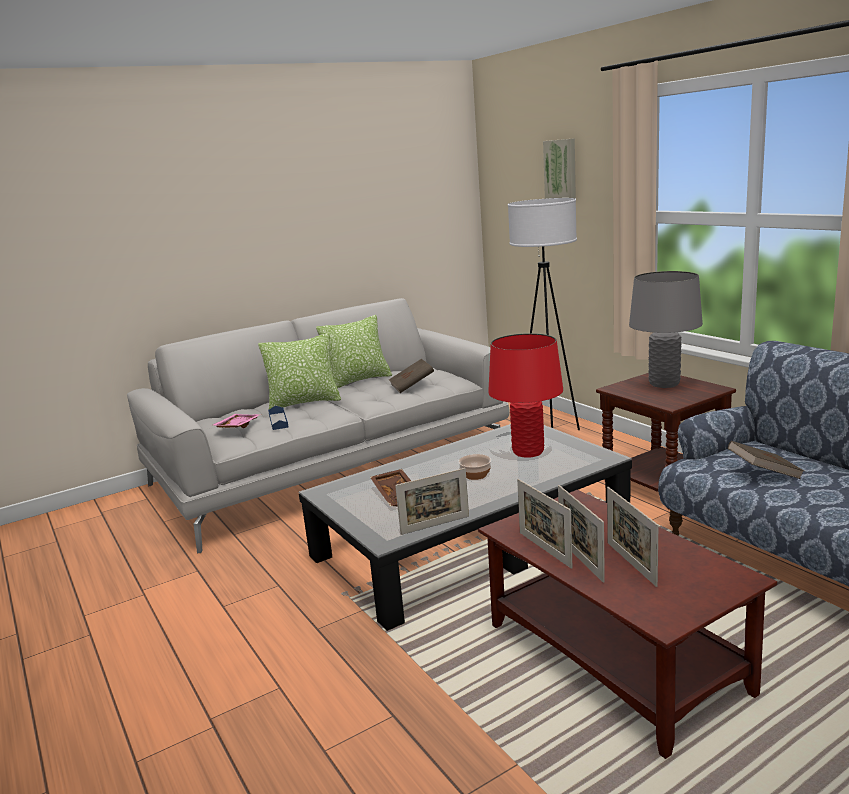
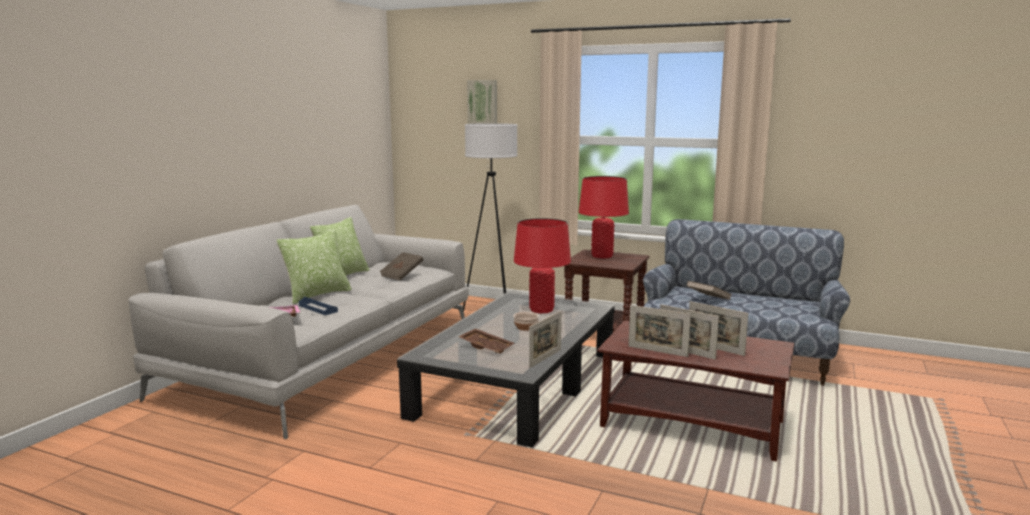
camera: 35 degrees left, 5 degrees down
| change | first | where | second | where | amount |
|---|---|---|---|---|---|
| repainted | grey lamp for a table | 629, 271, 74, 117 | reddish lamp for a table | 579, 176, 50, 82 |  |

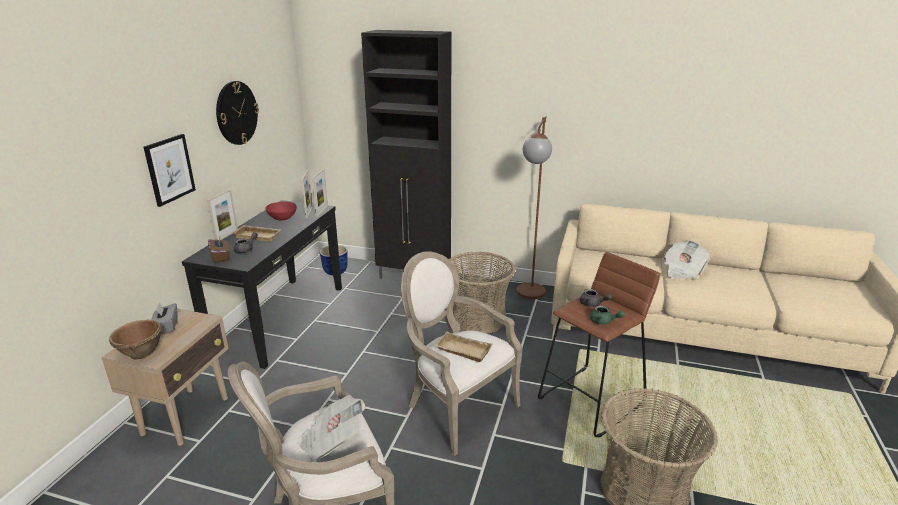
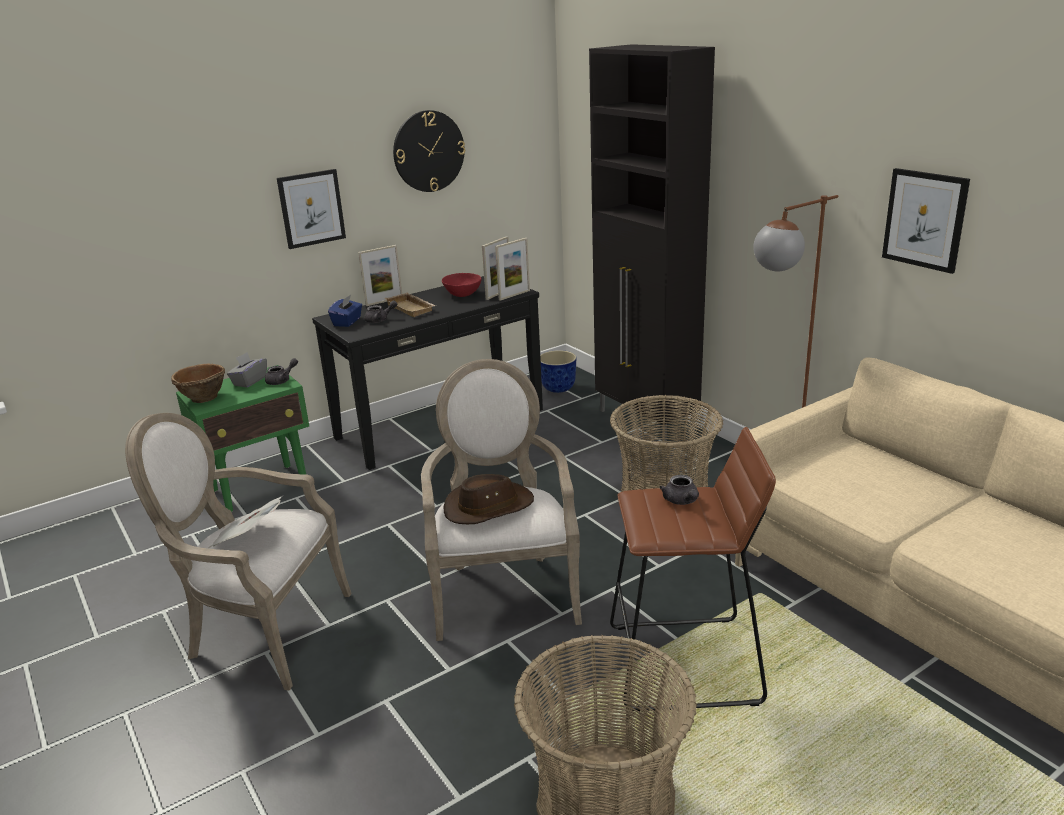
camera: 40 degrees right, 0 degrees up
| change | first | where | second | where | amount |
|---|---|---|---|---|---|
| repainted | brown-coloured tissue holder | 208, 238, 22, 25 | bluish tissue holder | 328, 295, 34, 32 |  |
| gone | printed paper | 664, 240, 47, 39 |  |  |  |
| gone | green tea pot | 590, 305, 35, 20 |  |  |  |
| repainted | beige-coloured end table | 102, 309, 127, 137 | green end table | 176, 365, 133, 147 |  |
| swapped | beige-coloured tray | 434, 332, 58, 30 | brown-coloured wearable hat | 444, 474, 90, 50 |  |
| new |  |  | wall picture | 882, 168, 88, 106 |  |
| new |  |  | grey tea pot | 265, 358, 33, 27 |  |

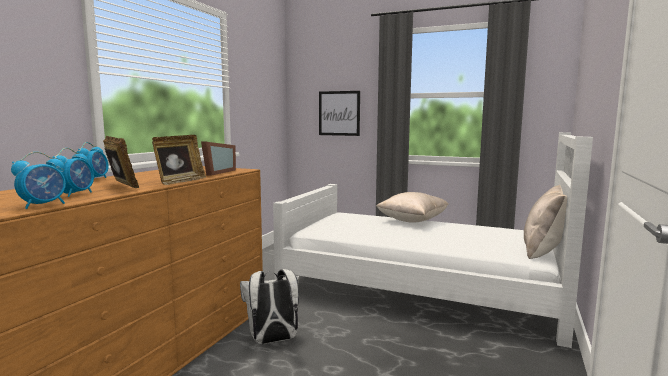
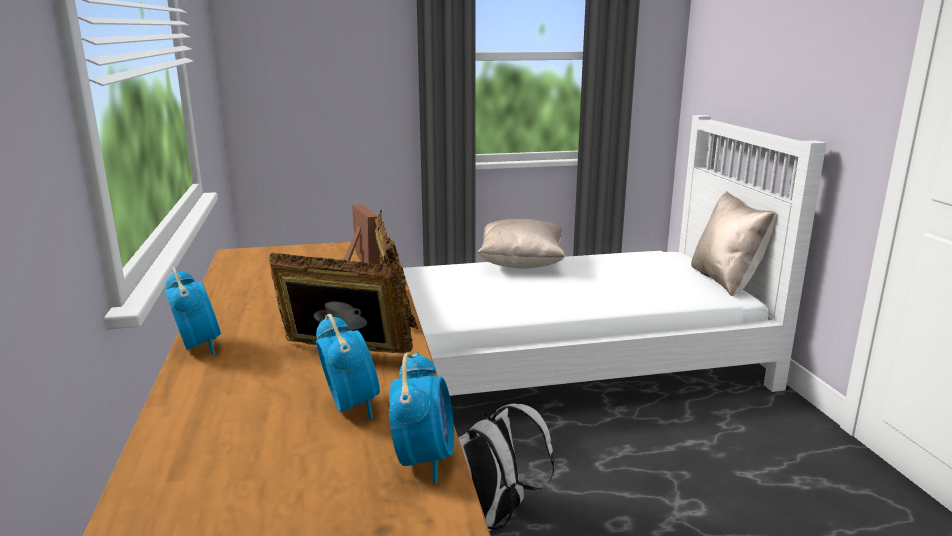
camera: 35 degrees left, 10 degrees up
| change | first | where | second | where | amount |
|---|---|---|---|---|---|
| gone | wall picture | 319, 91, 41, 45 |  |  |  |

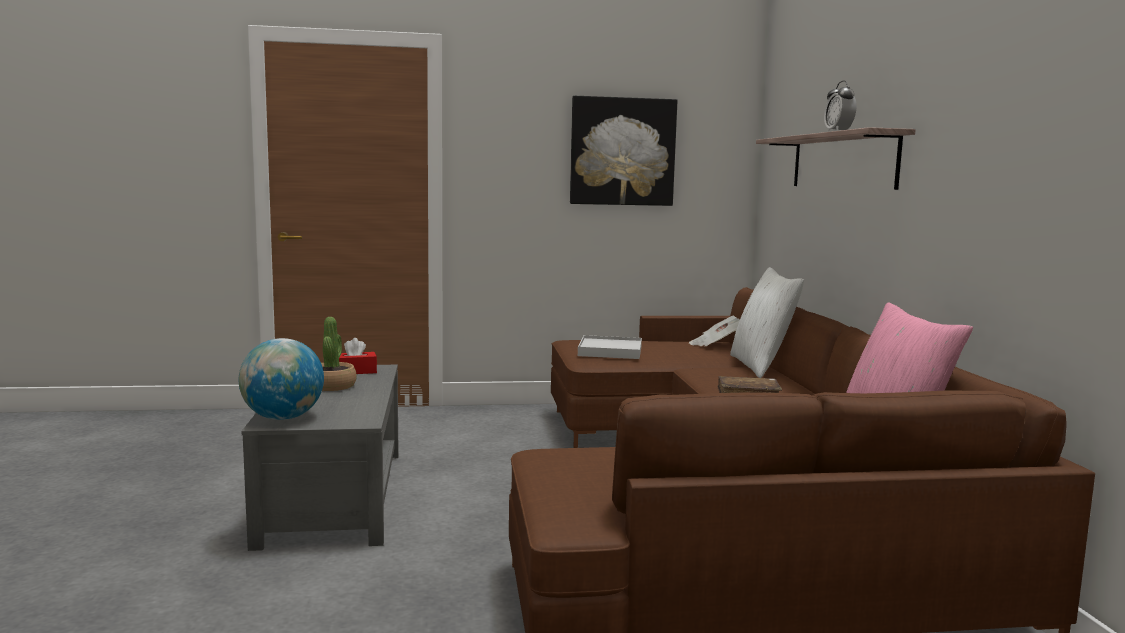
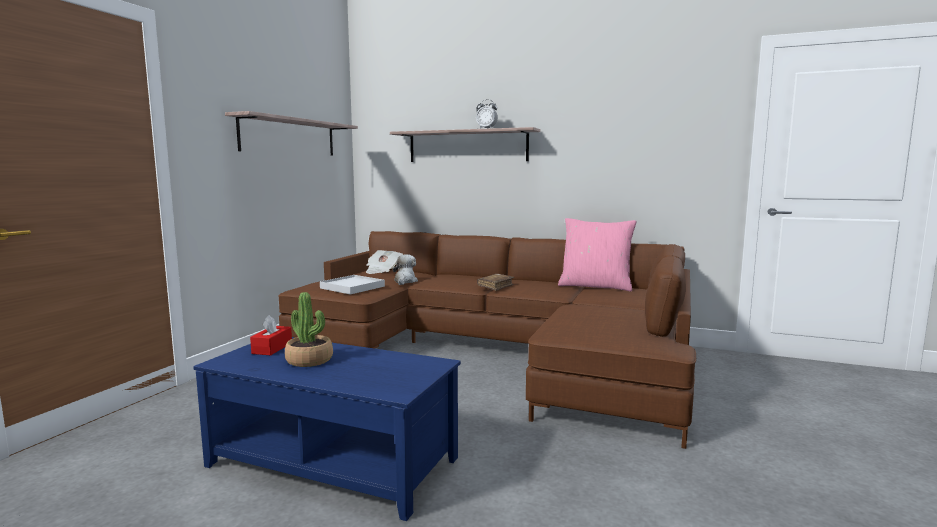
camera: 60 degrees left, 0 degrees up
| change | first | where | second | where | amount |
|---|---|---|---|---|---|
| swapped | wall picture | 570, 96, 107, 110 | wall shelf | 225, 111, 133, 45 |  |
| gone | whitish throw pillow | 730, 267, 74, 111 |  |  |  |
| gone | globe | 239, 338, 85, 82 |  |  |  |
| repainted | grey lounge table | 241, 365, 158, 186 | bluish lounge table | 193, 337, 268, 184 |  |
| new |  |  | cuddly toy | 392, 254, 26, 31 |  |

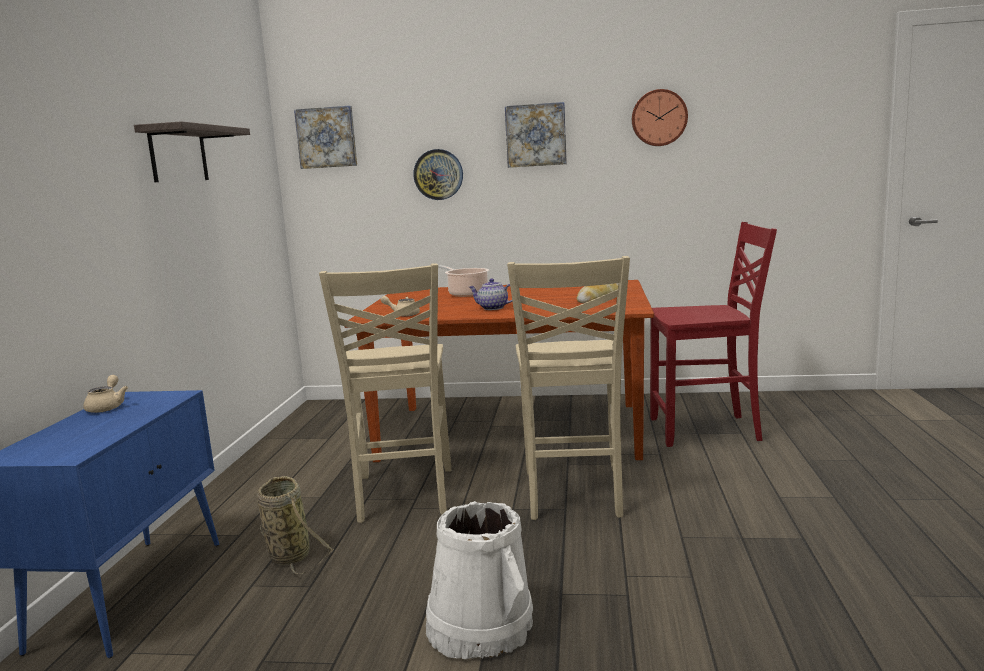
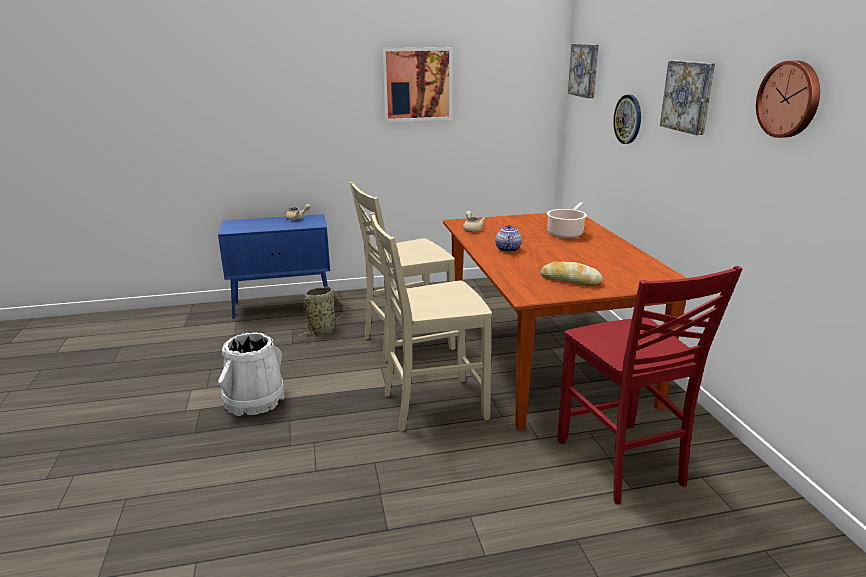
camera: 70 degrees right, 10 degrees up
| change | first | where | second | where | amount |
|---|---|---|---|---|---|
| swapped | wall shelf | 134, 121, 116, 61 | wall picture | 382, 47, 71, 75 |  |

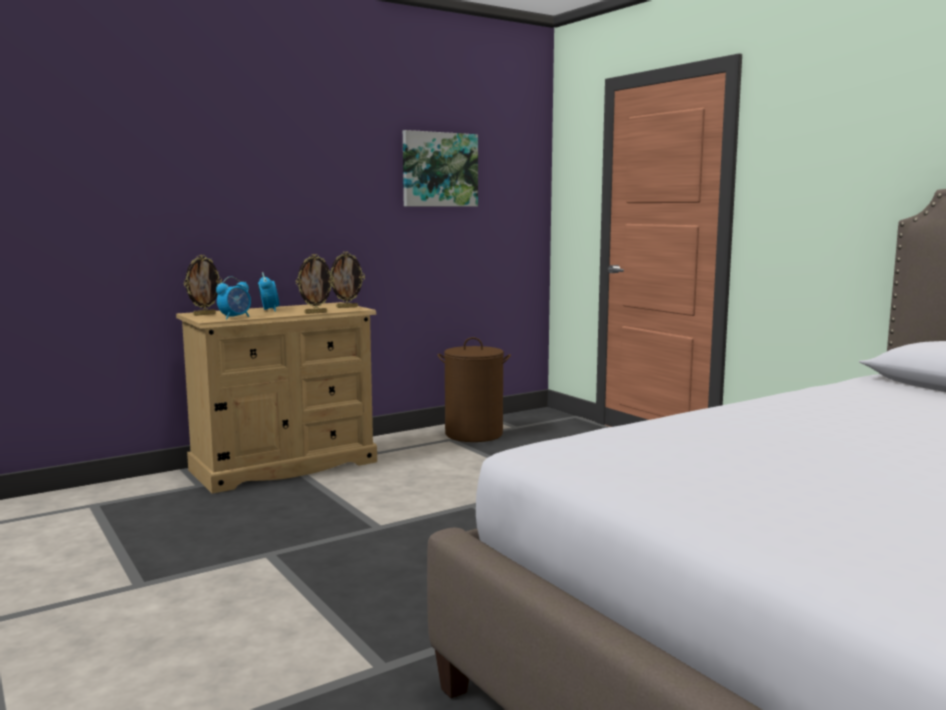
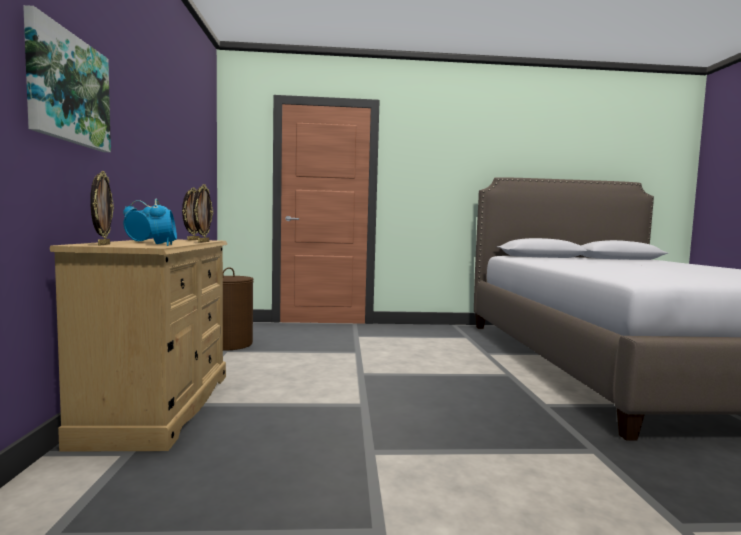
camera: 60 degrees left, 5 degrees down
| change | first | where | second | where | amount |
|---|---|---|---|---|---|
| shifted | wall picture | 403, 130, 75, 76 |  | 23, 5, 88, 147 |  |

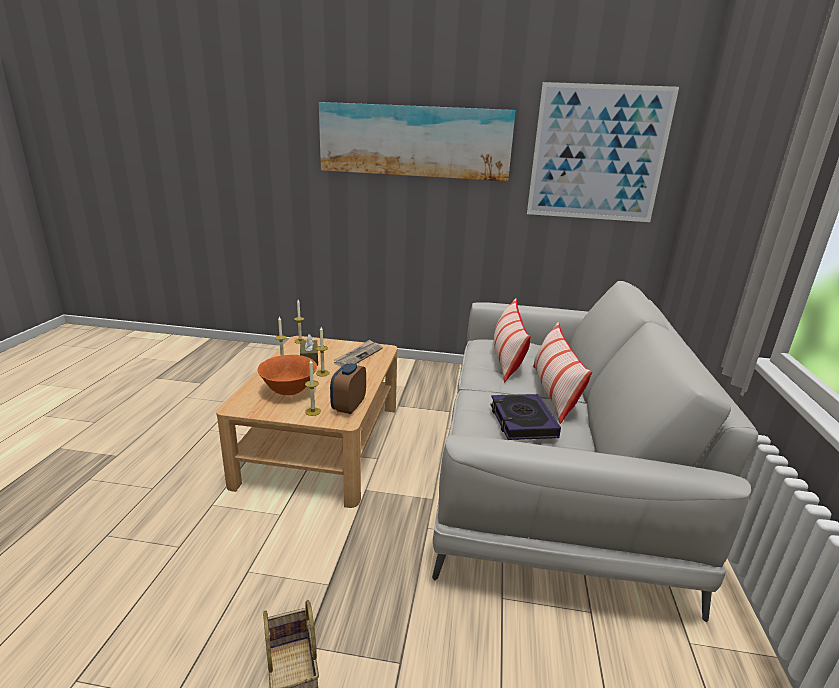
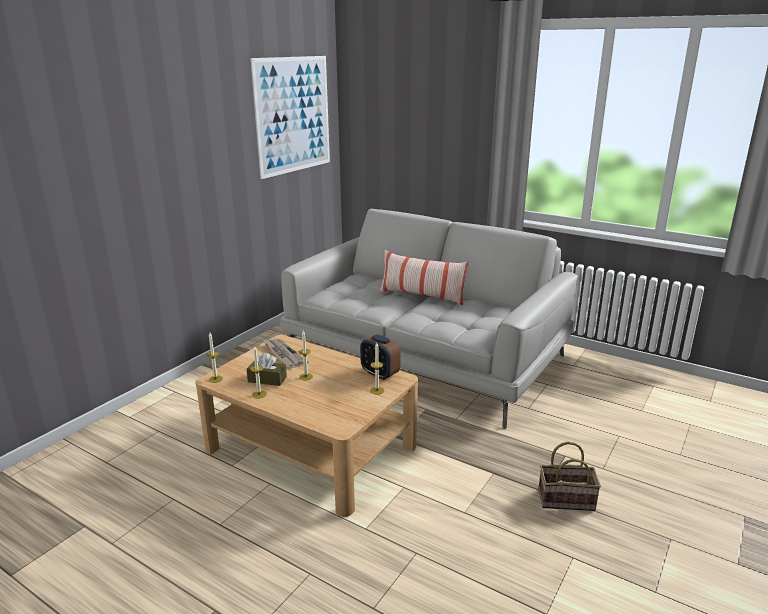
camera: 65 degrees left, 0 degrees up
| change | first | where | second | where | amount |
|---|---|---|---|---|---|
| gone | wall picture | 319, 102, 196, 79 |  |  |  |
| gone | throw pillow | 494, 299, 37, 83 |  |  |  |
| gone | orange-coloured serving bowl | 258, 355, 59, 40 |  |  |  |
| gone | volume | 490, 394, 71, 46 |  |  |  |

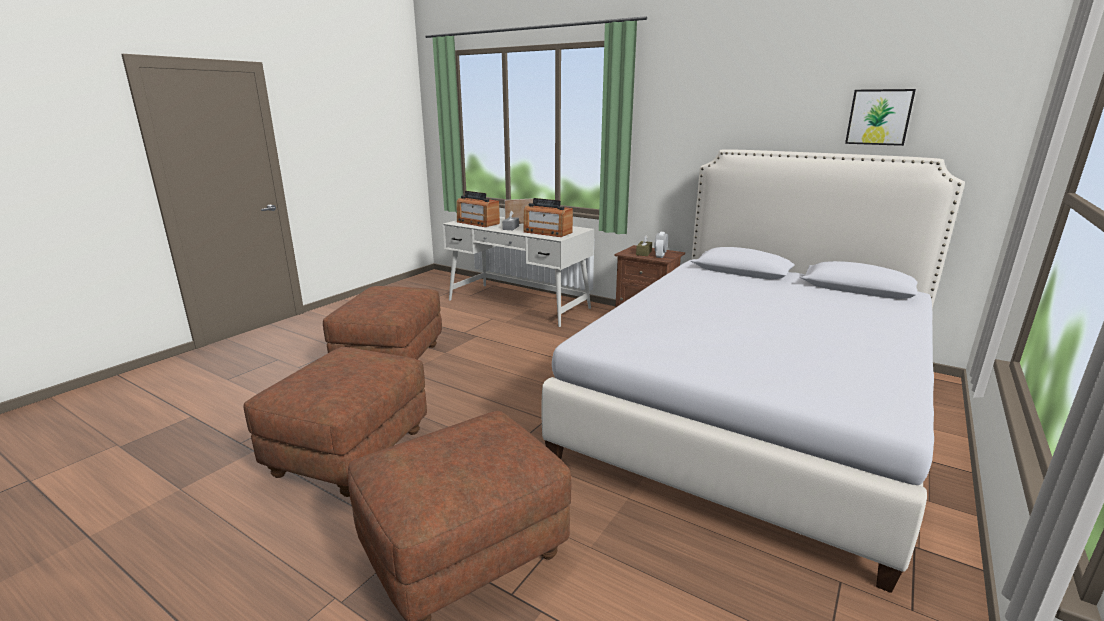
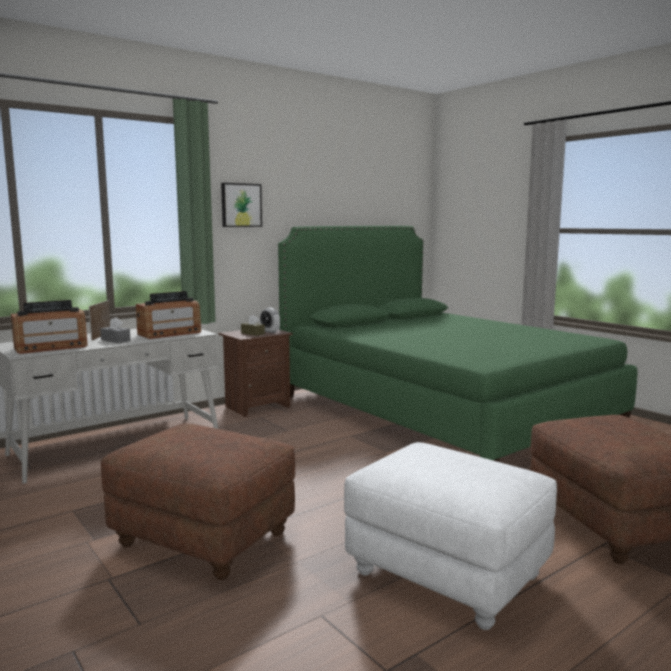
camera: 70 degrees left, 10 degrees down
| change | first | where | second | where | amount |
|---|---|---|---|---|---|
| shifted | wall picture | 845, 89, 71, 57 |  | 221, 183, 41, 44 |  |
| repainted | whitish bedroom bed | 542, 149, 423, 444 | green bedroom bed | 278, 226, 359, 236 |  |
| repainted | brown-coloured ottoman | 243, 347, 184, 150 | whitish ottoman | 344, 442, 213, 188 |  |

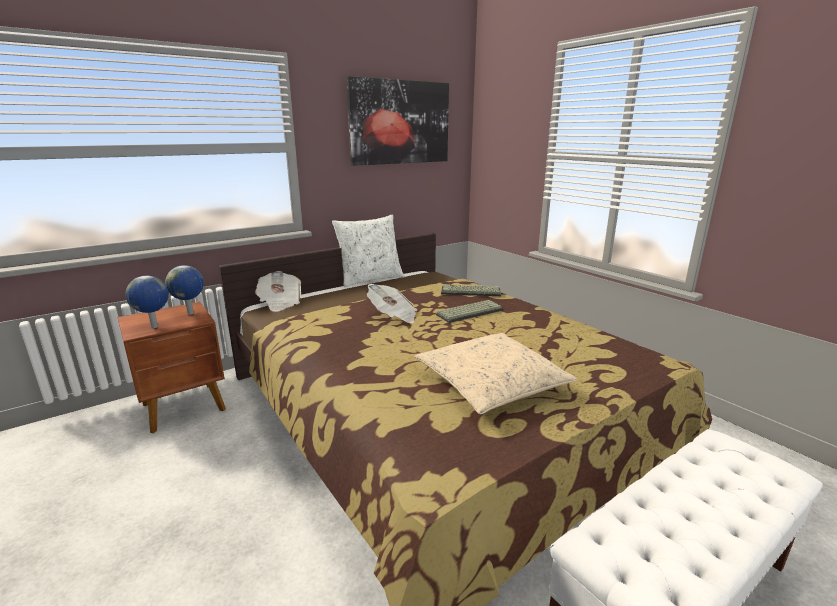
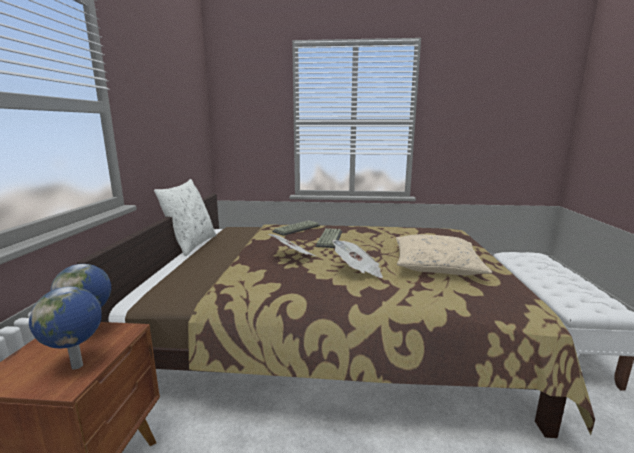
camera: 50 degrees left, 5 degrees down
| change | first | where | second | where | amount |
|---|---|---|---|---|---|
| gone | wall picture | 346, 76, 103, 90 |  |  |  |
| shifted | printed paper | 255, 271, 46, 41 |  | 332, 240, 51, 38 |  |

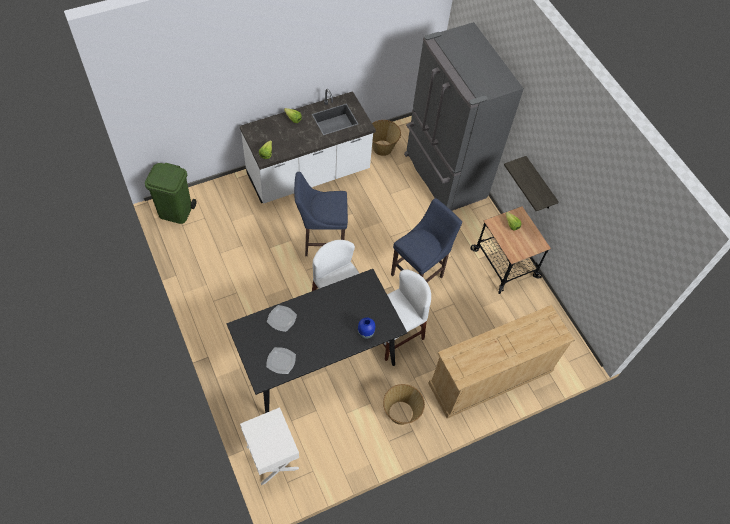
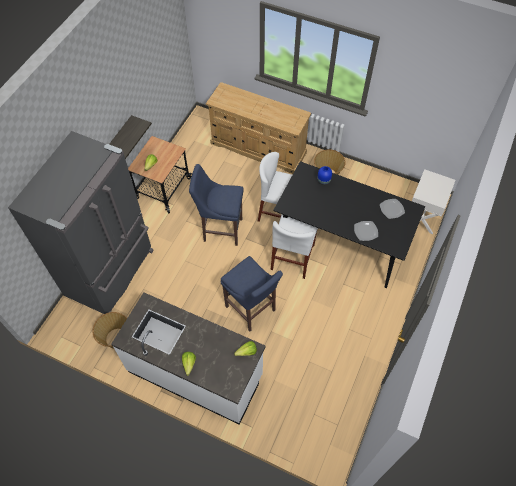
camera: 125 degrees left, 0 degrees up
| change | first | where | second | where | amount |
|---|---|---|---|---|---|
| gone | green trash can | 145, 163, 51, 61 |  |  |  |

